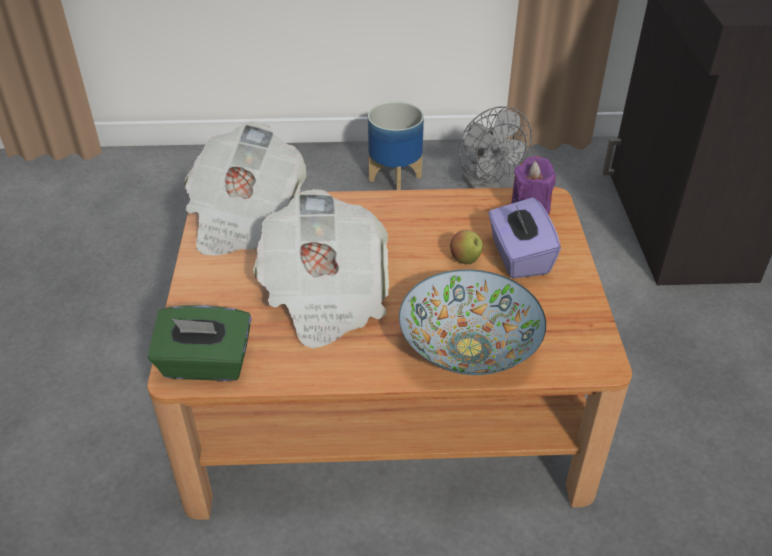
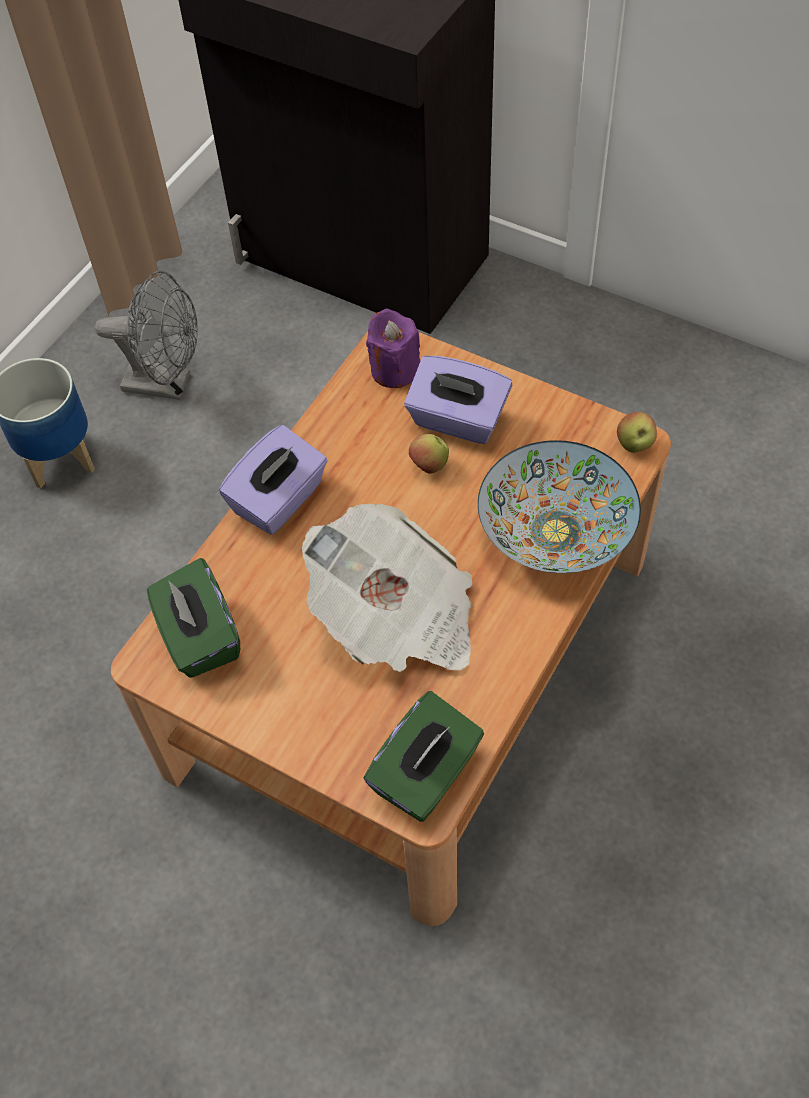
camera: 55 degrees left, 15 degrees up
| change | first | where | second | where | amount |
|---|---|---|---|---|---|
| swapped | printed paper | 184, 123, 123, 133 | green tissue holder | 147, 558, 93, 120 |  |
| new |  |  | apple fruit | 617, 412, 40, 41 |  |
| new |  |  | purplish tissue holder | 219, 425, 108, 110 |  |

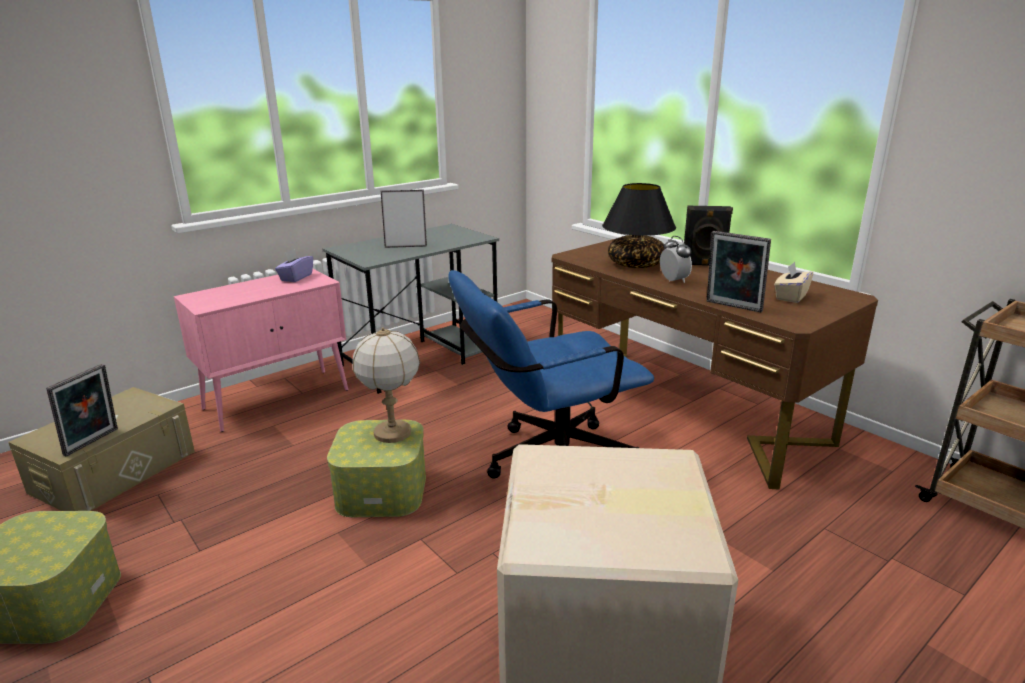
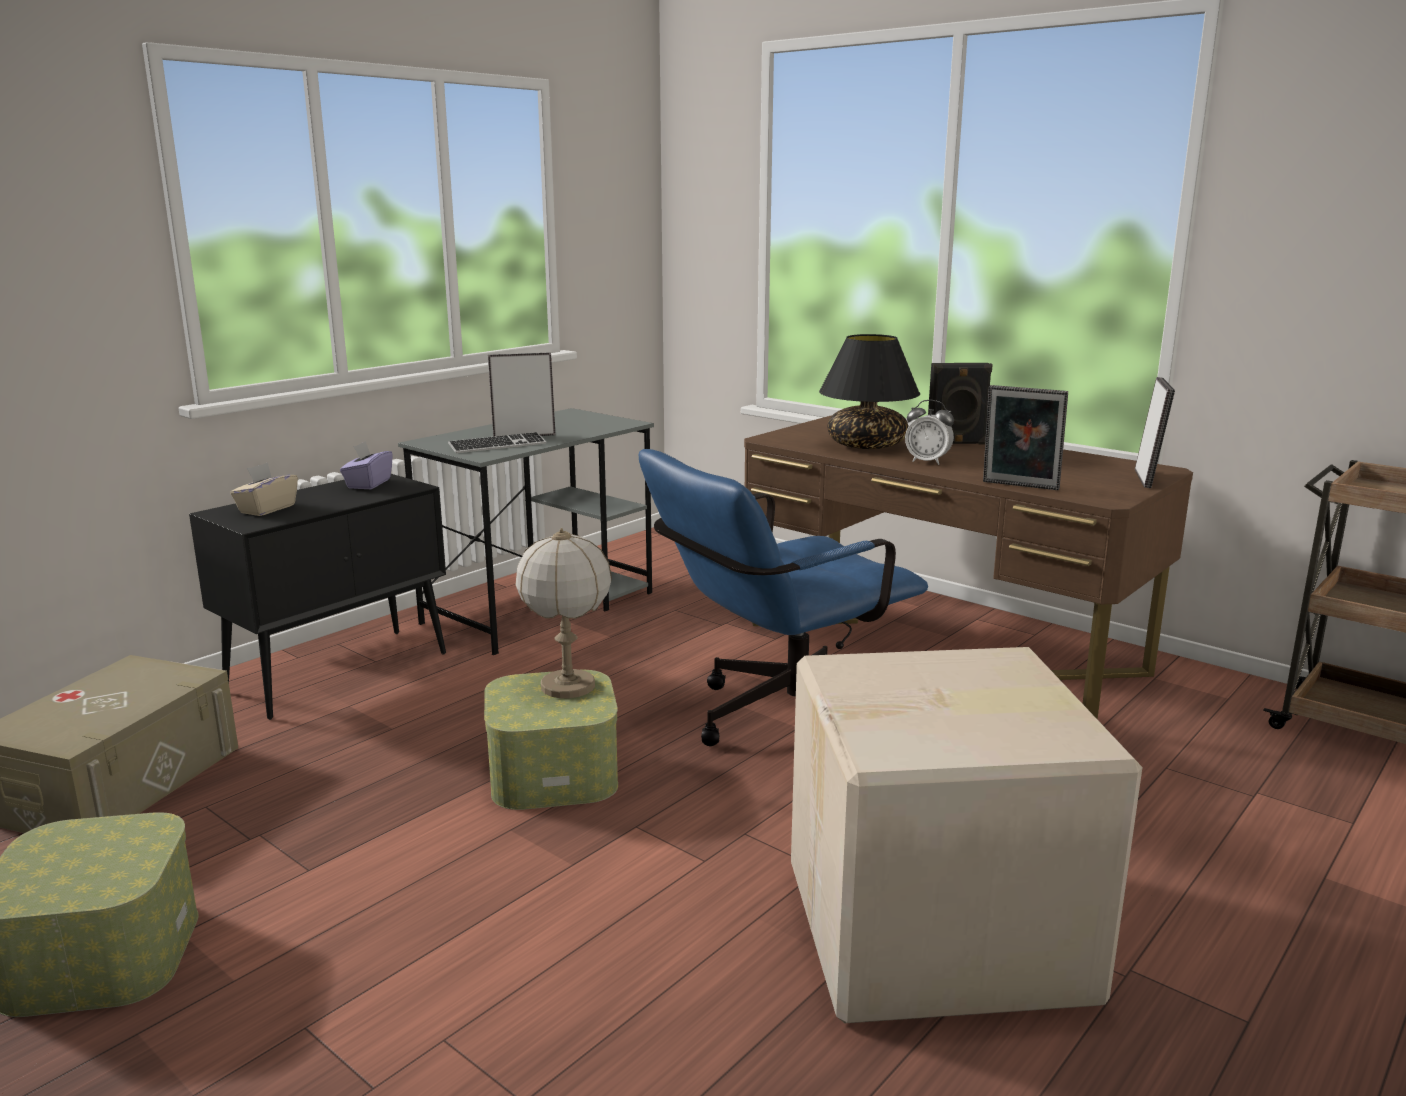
camera: 10 degrees left, 5 degrees down
| change | first | where | second | where | amount |
|---|---|---|---|---|---|
| rotated | alarm clock | 660, 236, 32, 47 |  | 905, 400, 49, 65 | 150 degrees clockwise |
| shifted | beige-coloured tissue holder | 774, 262, 39, 41 |  | 230, 463, 68, 53 |  |
| repainted | pinkish cabinet | 174, 269, 174, 163 | black-coloured cabinet | 189, 474, 257, 246 |  |
| shifted | photo frame | 46, 364, 72, 93 |  | 1135, 377, 40, 111 |  |
| new |  |  | computer keyboard | 448, 432, 98, 21 |  |

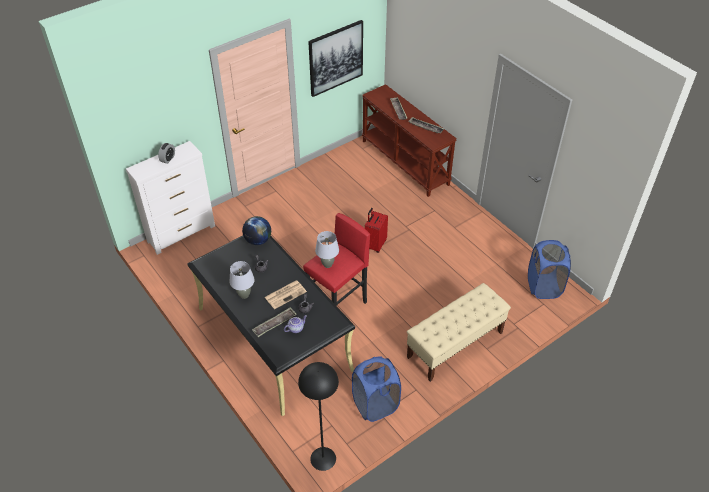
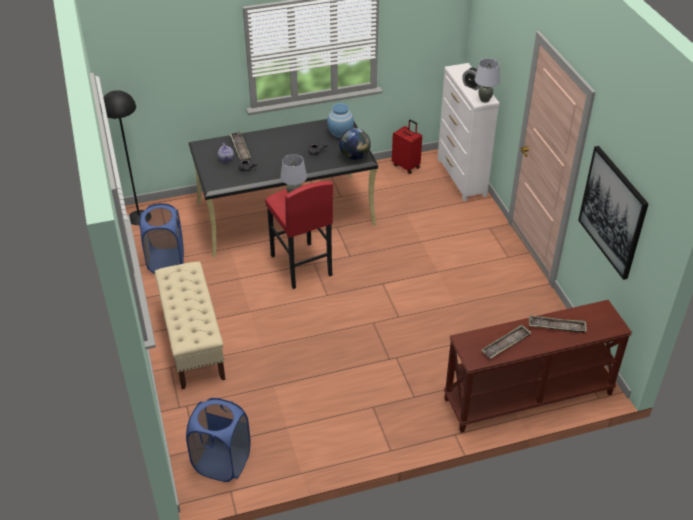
camera: 110 degrees right, 5 degrees down
| change | first | where | second | where | amount |
|---|---|---|---|---|---|
| shifted | reddish suitcase | 365, 208, 23, 45 |  | 392, 119, 30, 55 |  |
| shifted | grey lamp for a table | 230, 261, 25, 38 |  | 475, 58, 25, 45 |  |
| gone | printed paper | 265, 281, 42, 28 |  |  |  |
| new |  |  | bluish vase | 327, 103, 27, 35 |  |

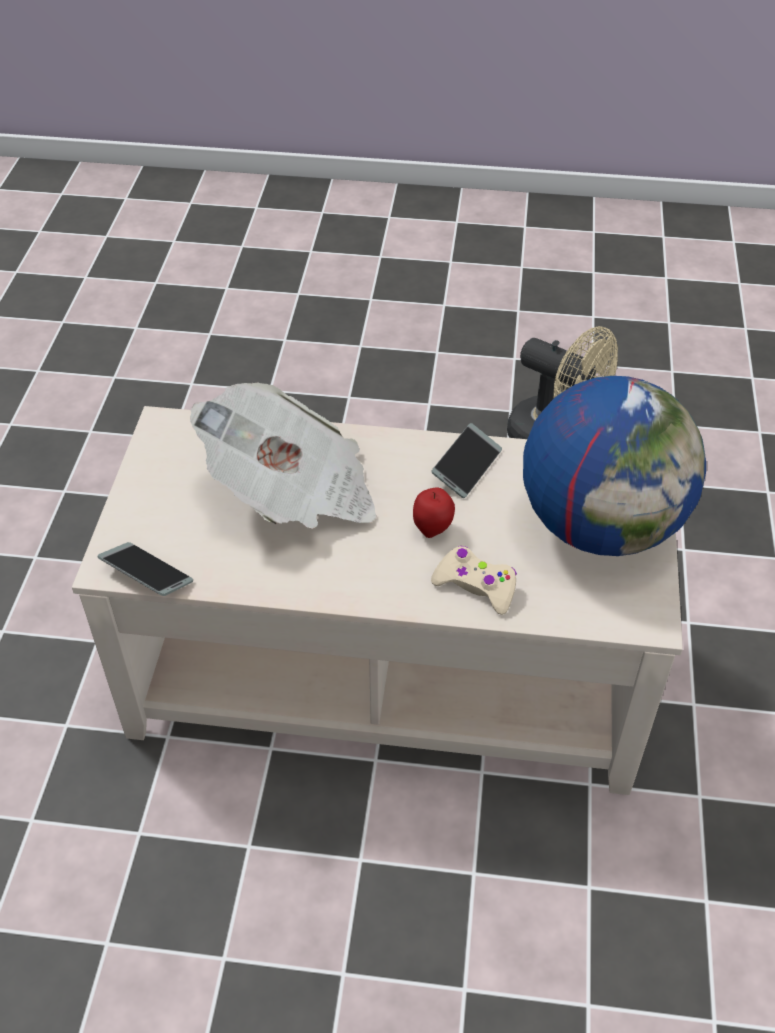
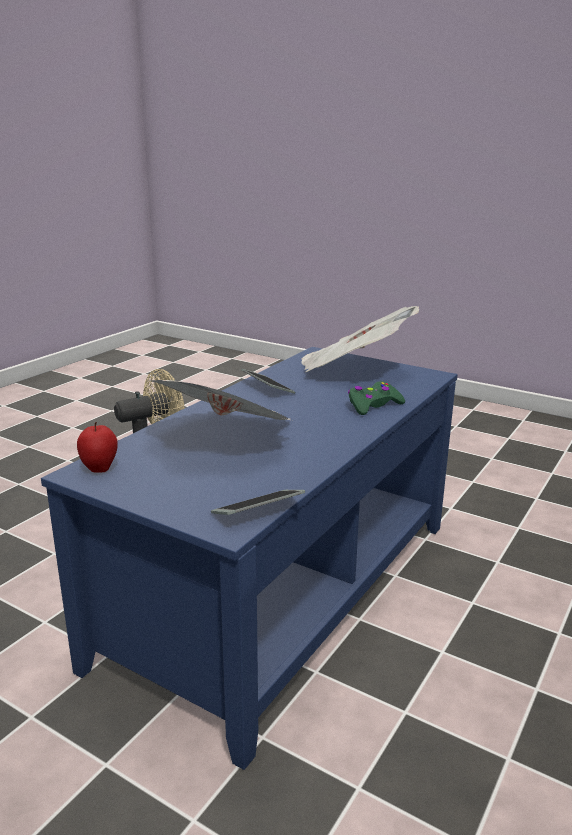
camera: 65 degrees left, 25 degrees down
| change | first | where | second | where | amount |
|---|---|---|---|---|---|
| swapped | globe | 523, 376, 183, 180 | printed paper | 302, 306, 117, 66 |  |
| repainted | beige-coloured lounge table | 72, 406, 611, 389 | bluish lounge table | 41, 347, 417, 423 |  |
| shifted | apple fruit | 413, 488, 42, 50 |  | 77, 422, 41, 50 |  |
| repainted | beige-coloured game controller | 431, 546, 86, 69 | green game controller | 348, 381, 57, 34 |  |

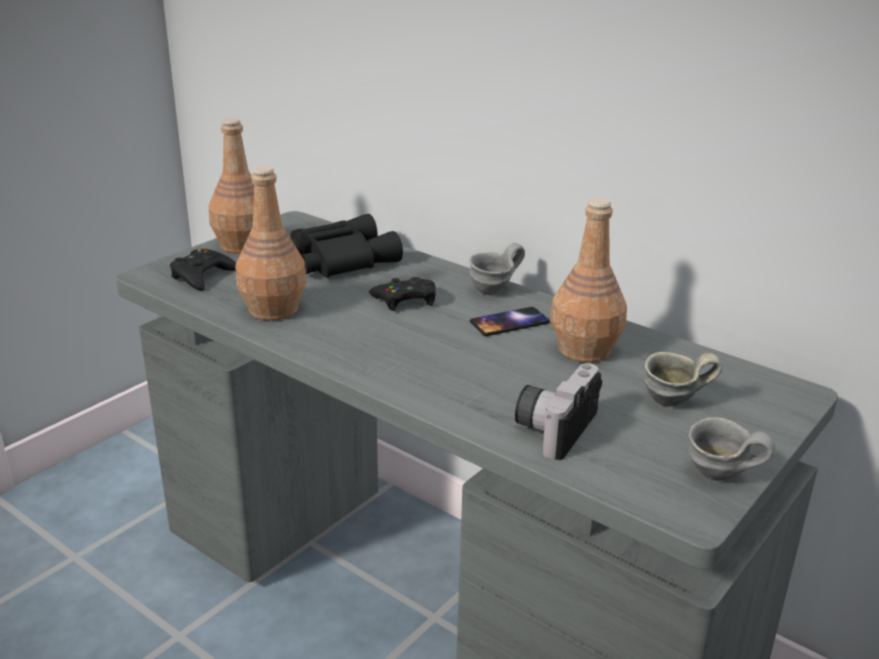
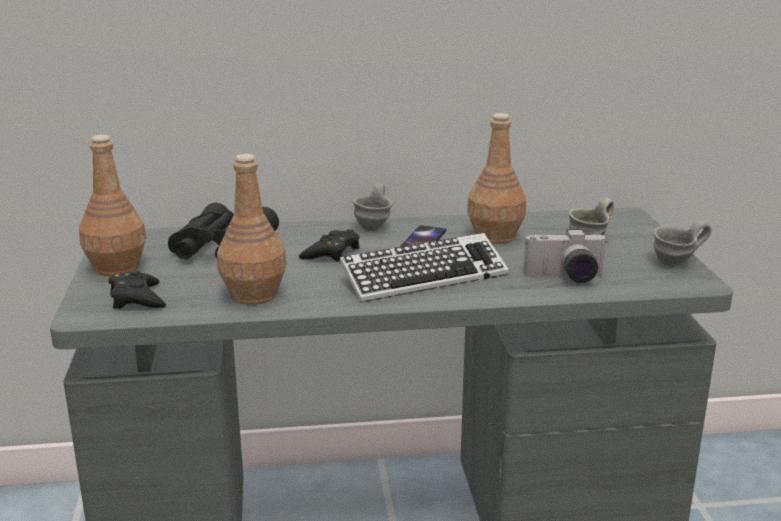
camera: 45 degrees left, 5 degrees down
| change | first | where | second | where | amount |
|---|---|---|---|---|---|
| rotated | photo camera | 515, 363, 87, 97 |  | 524, 229, 84, 54 | 75 degrees counterclockwise |
| new |  |  | computer keyboard | 340, 233, 169, 70 |  |

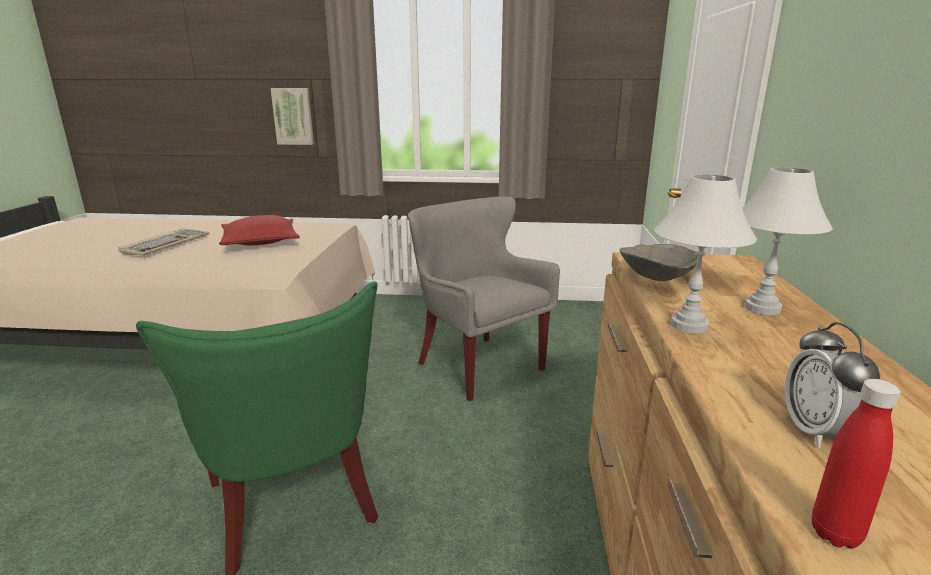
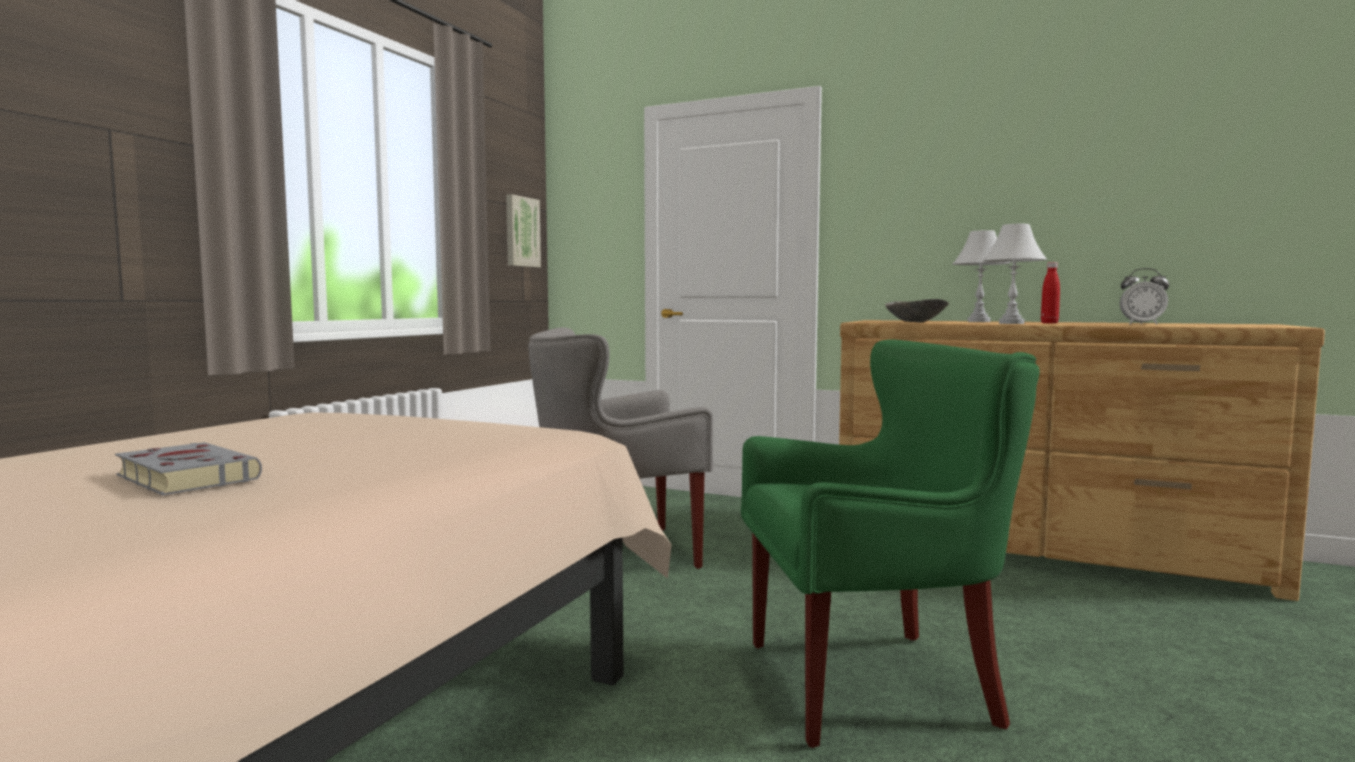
camera: 70 degrees left, 15 degrees down
| change | first | where | second | where | amount |
|---|---|---|---|---|---|
| shifted | wall picture | 270, 88, 44, 57 |  | 506, 194, 35, 74 |  |
| gone | reddish throw pillow | 219, 215, 81, 30 |  |  |  |
| swapped | computer keyboard | 118, 228, 91, 28 | grey volume | 115, 442, 147, 53 |  |
| shifted | reddish drink bottle | 812, 379, 89, 170 |  | 1041, 262, 19, 61 |  |

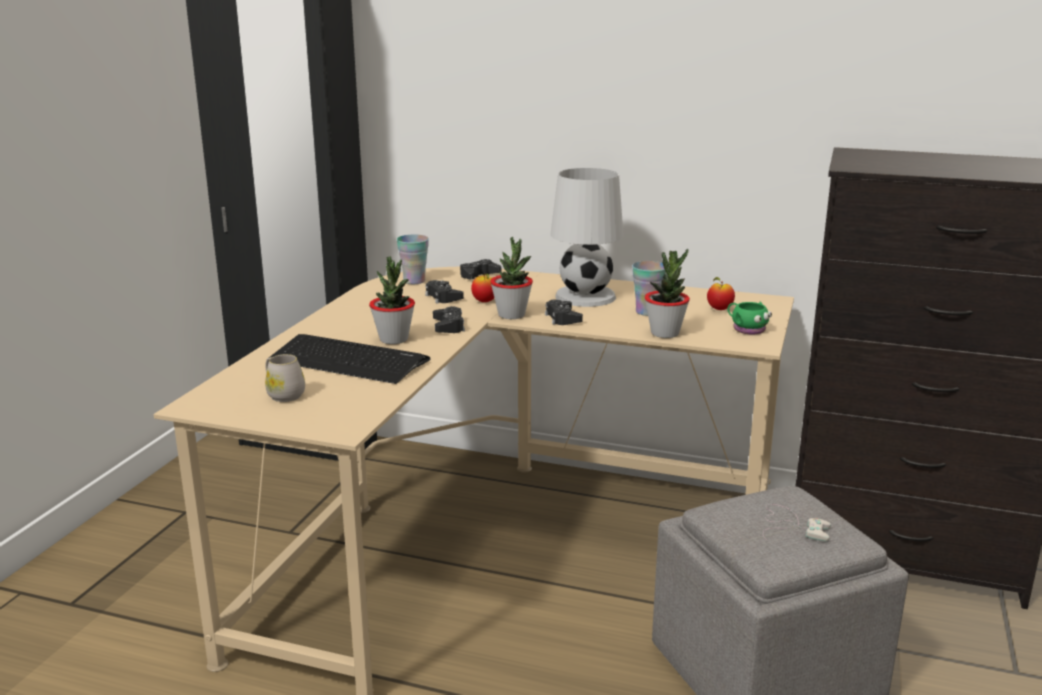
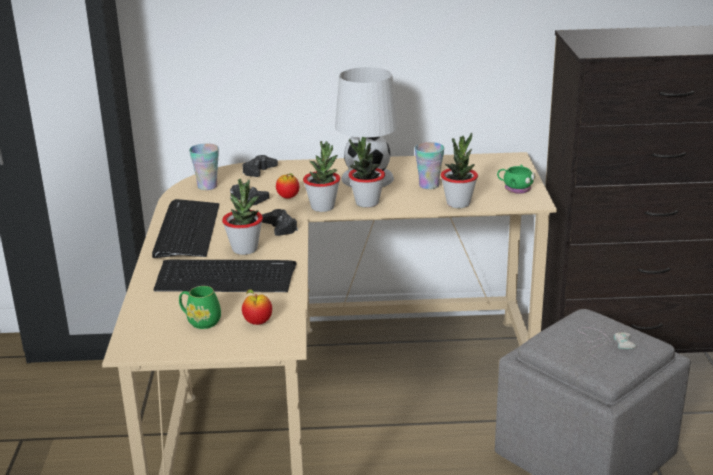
camera: 20 degrees left, 5 degrees up
| change | first | where | second | where | amount |
|---|---|---|---|---|---|
| shifted | apple fruit | 707, 277, 28, 33 |  | 242, 290, 30, 35 |  |
| swapped | black-coloured game controller | 545, 299, 38, 26 | plant in a pot | 348, 137, 37, 71 |  |
| repainted | whitish tea mug | 265, 354, 40, 48 | green tea mug | 179, 286, 42, 43 |  |
| new |  |  | computer keyboard | 152, 199, 67, 59 |  |

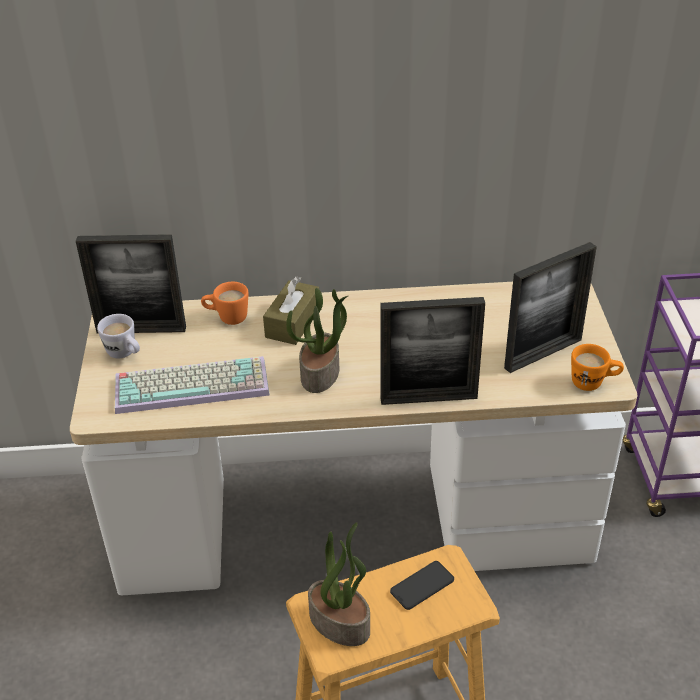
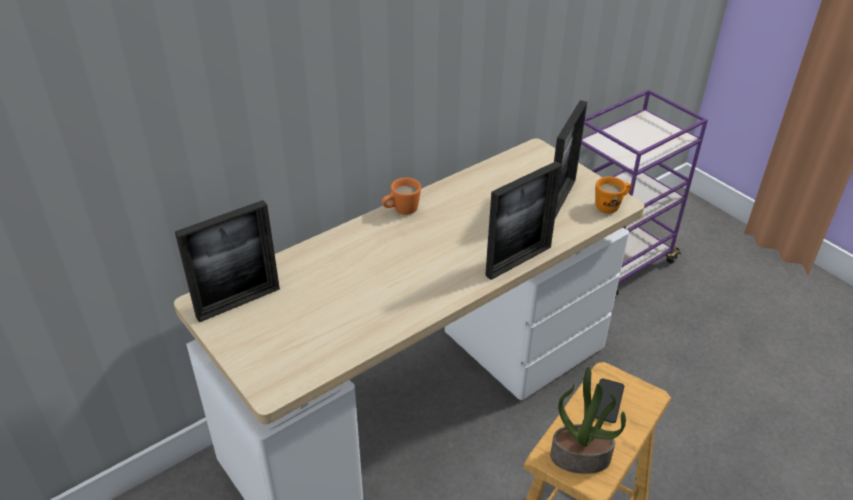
camera: 35 degrees left, 0 degrees up
| change | first | where | second | where | amount |
|---|---|---|---|---|---|
| gone | brown-coloured tissue holder | 263, 276, 56, 69 |  |  |  |
| shifted | orange-coloured tea mug | 201, 282, 47, 43 |  | 382, 178, 39, 37 |  |
| gone | plant in a pot | 286, 288, 62, 105 |  |  |  |
| gone | whitish tea mug | 97, 314, 43, 44 |  |  |  |
| gone | computer keyboard | 115, 356, 155, 58 |  |  |  |

